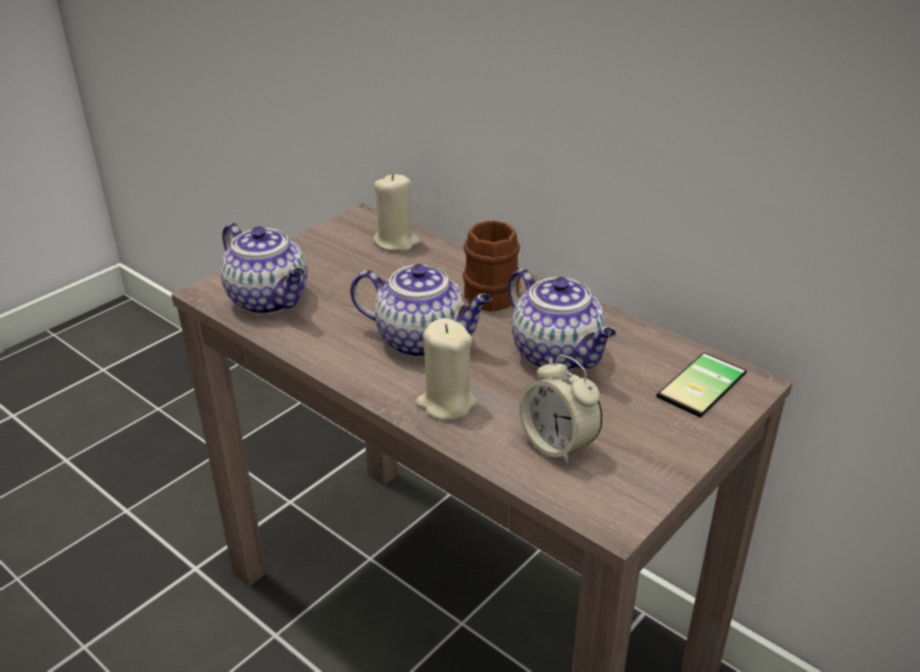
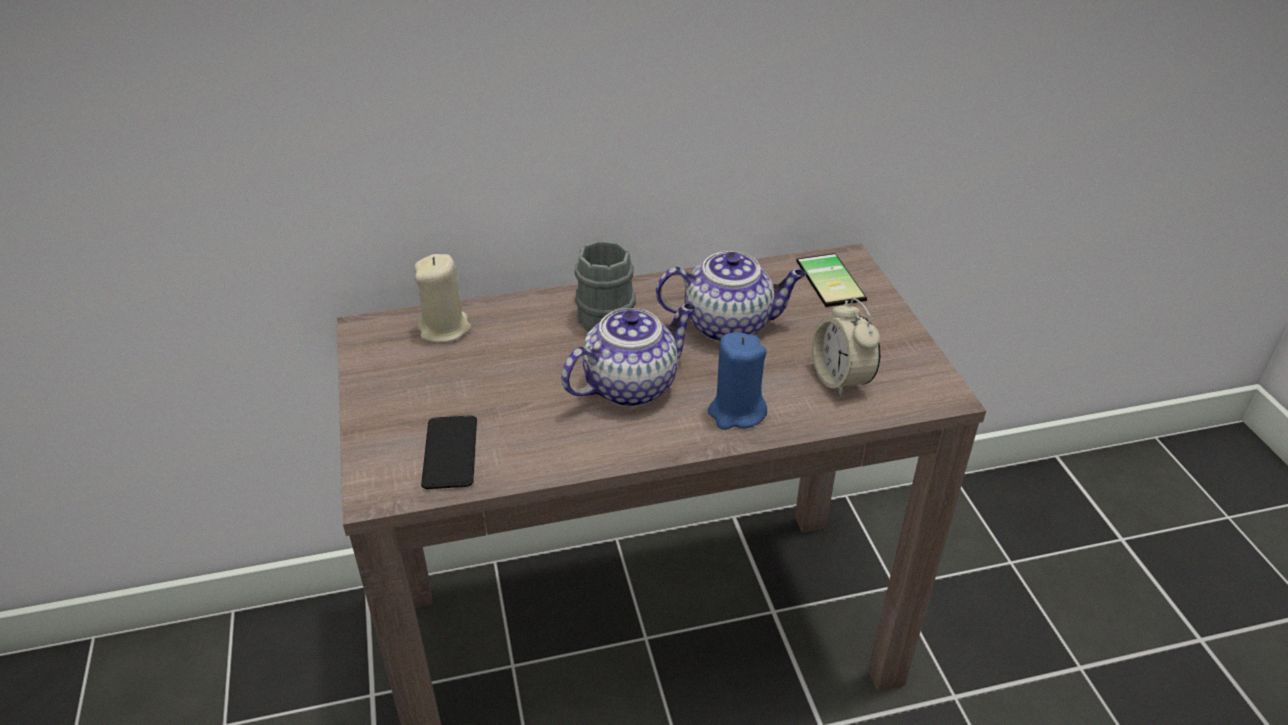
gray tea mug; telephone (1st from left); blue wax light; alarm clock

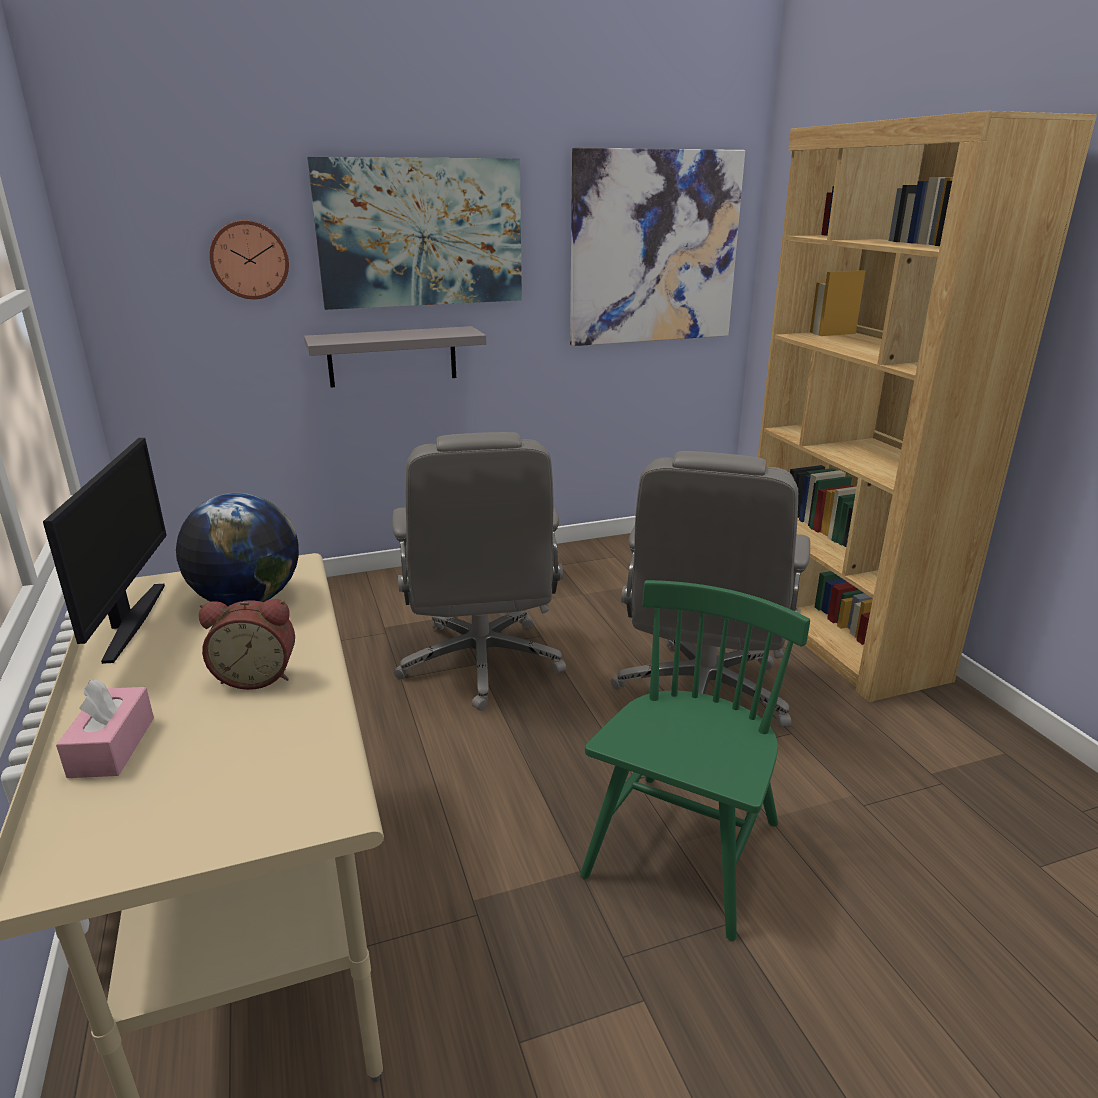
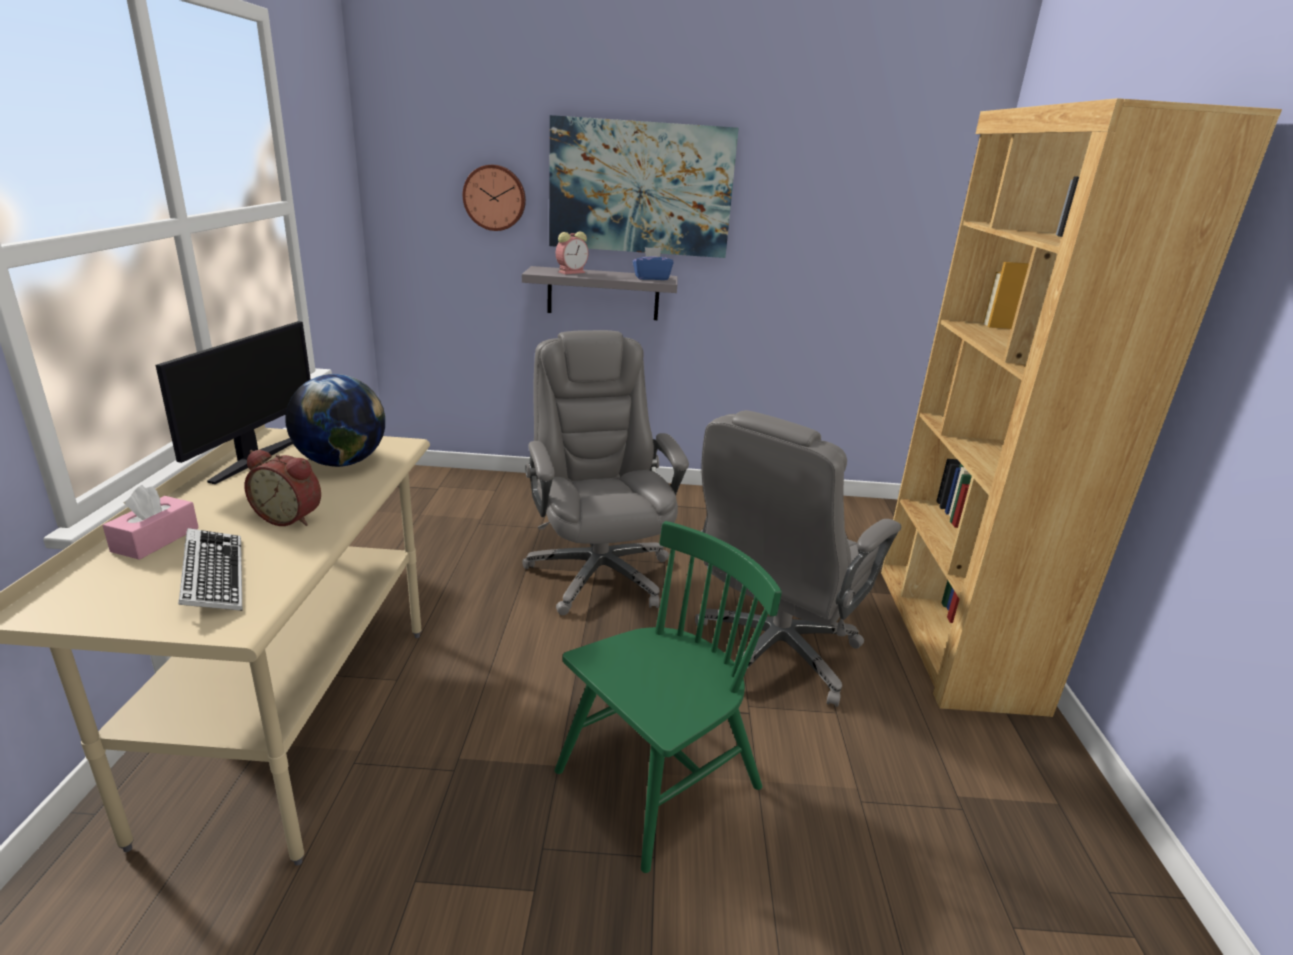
wall art (2nd from left in the first image); gray office chair (1st from left); alarm clock (2nd from left); blue box of tissues; keyboard

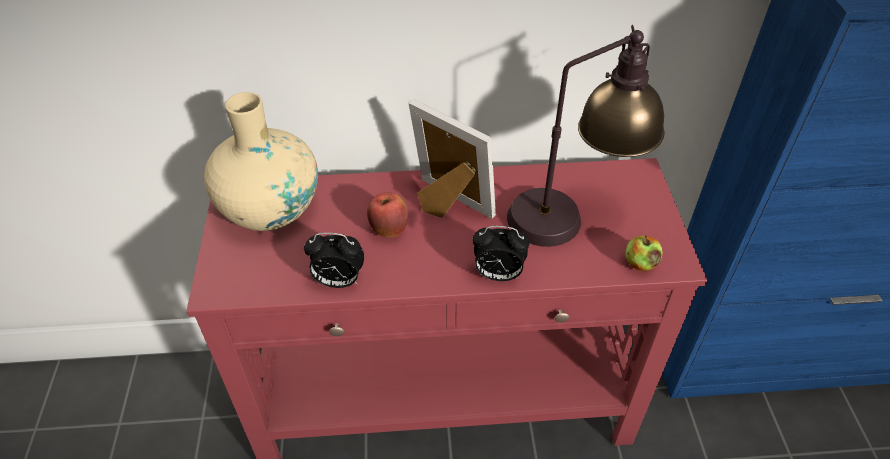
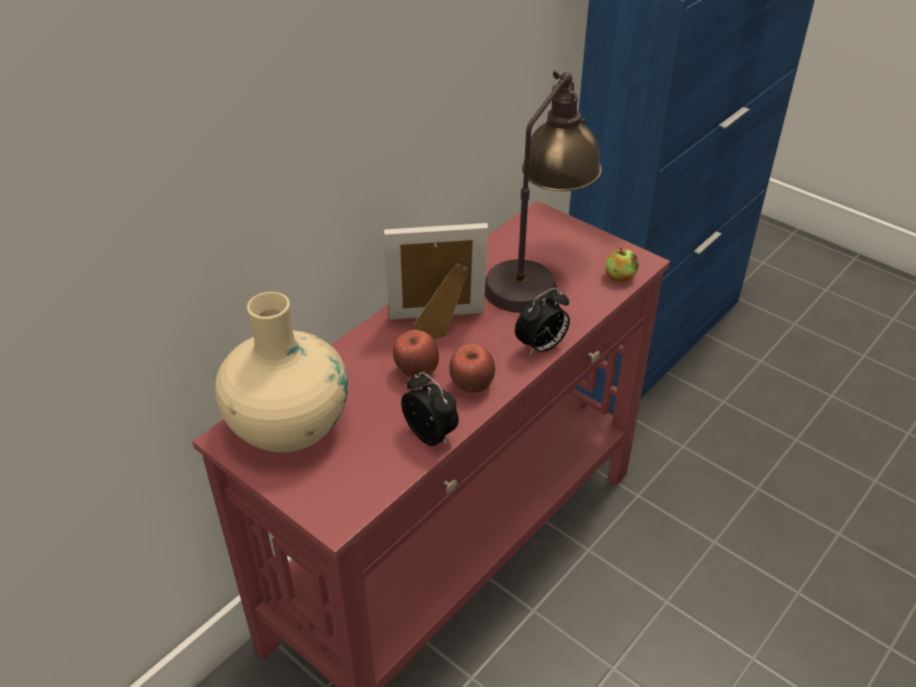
alarm clock (1st from left); whole apple (2nd from left)

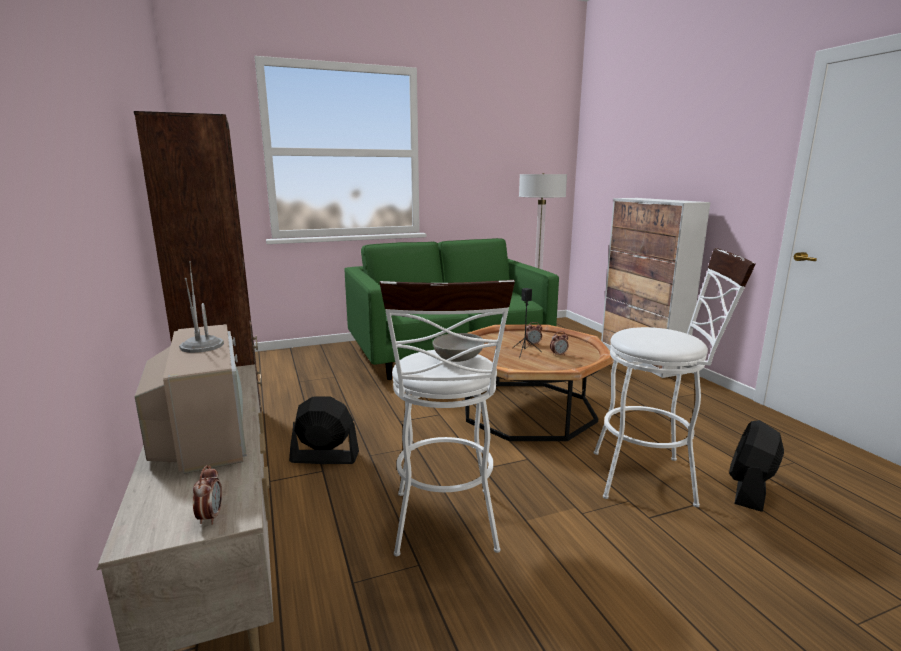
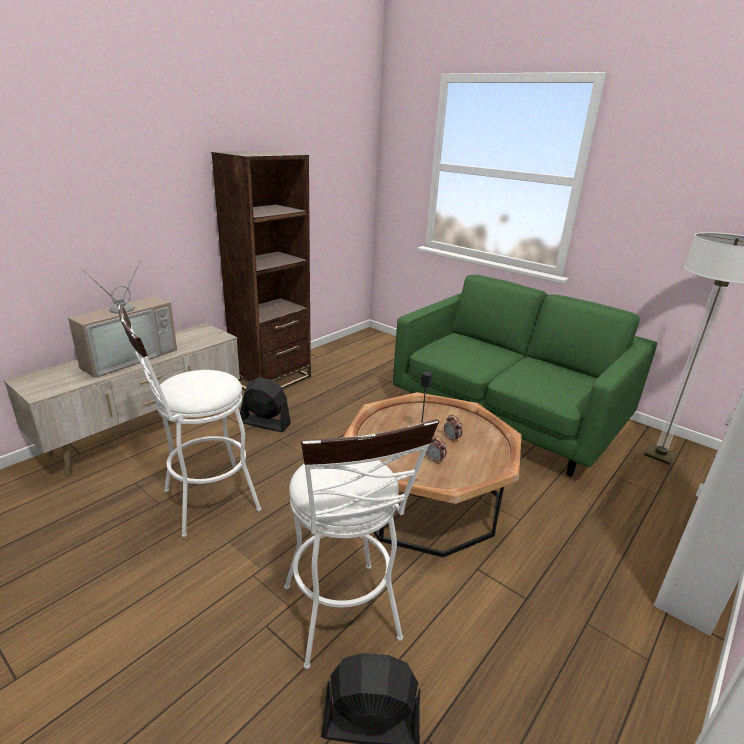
gray deep dish; black-coloured electric fan (1st from left); alarm clock (1st from left in the first image)

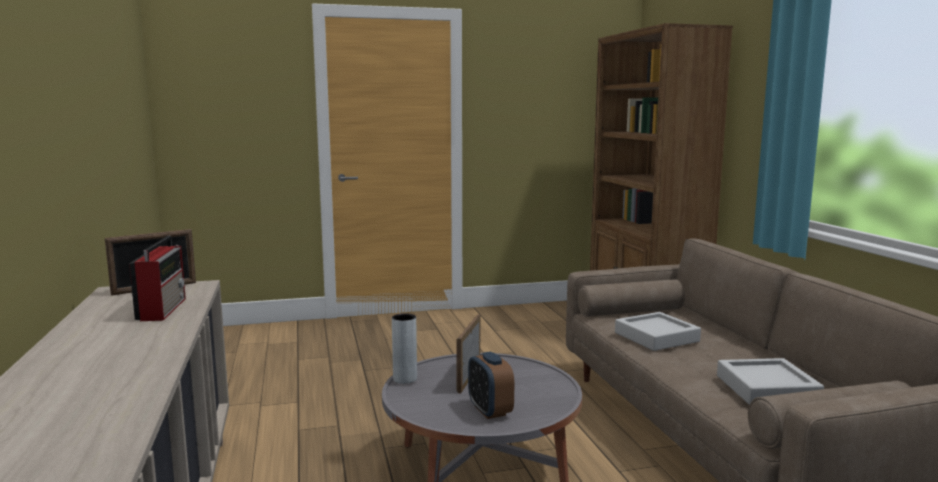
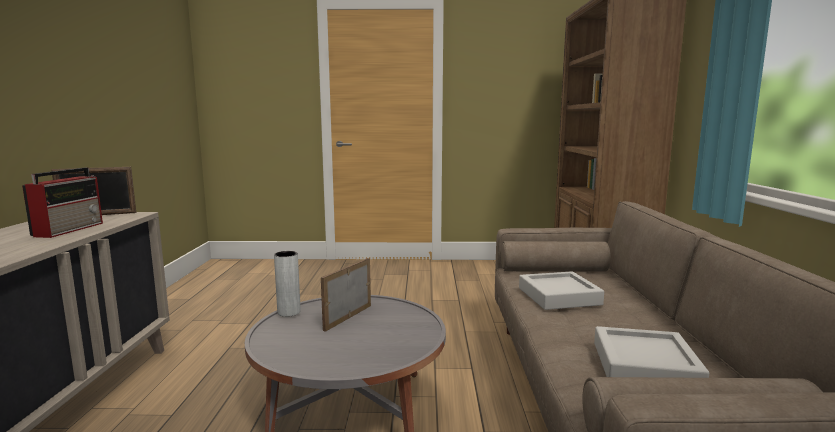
alarm clock

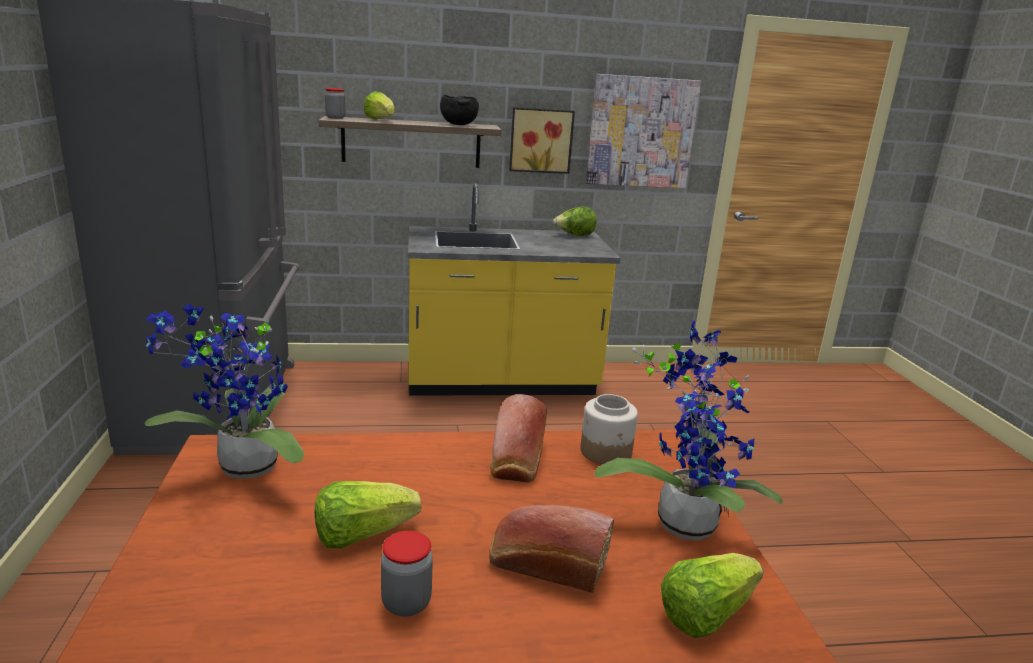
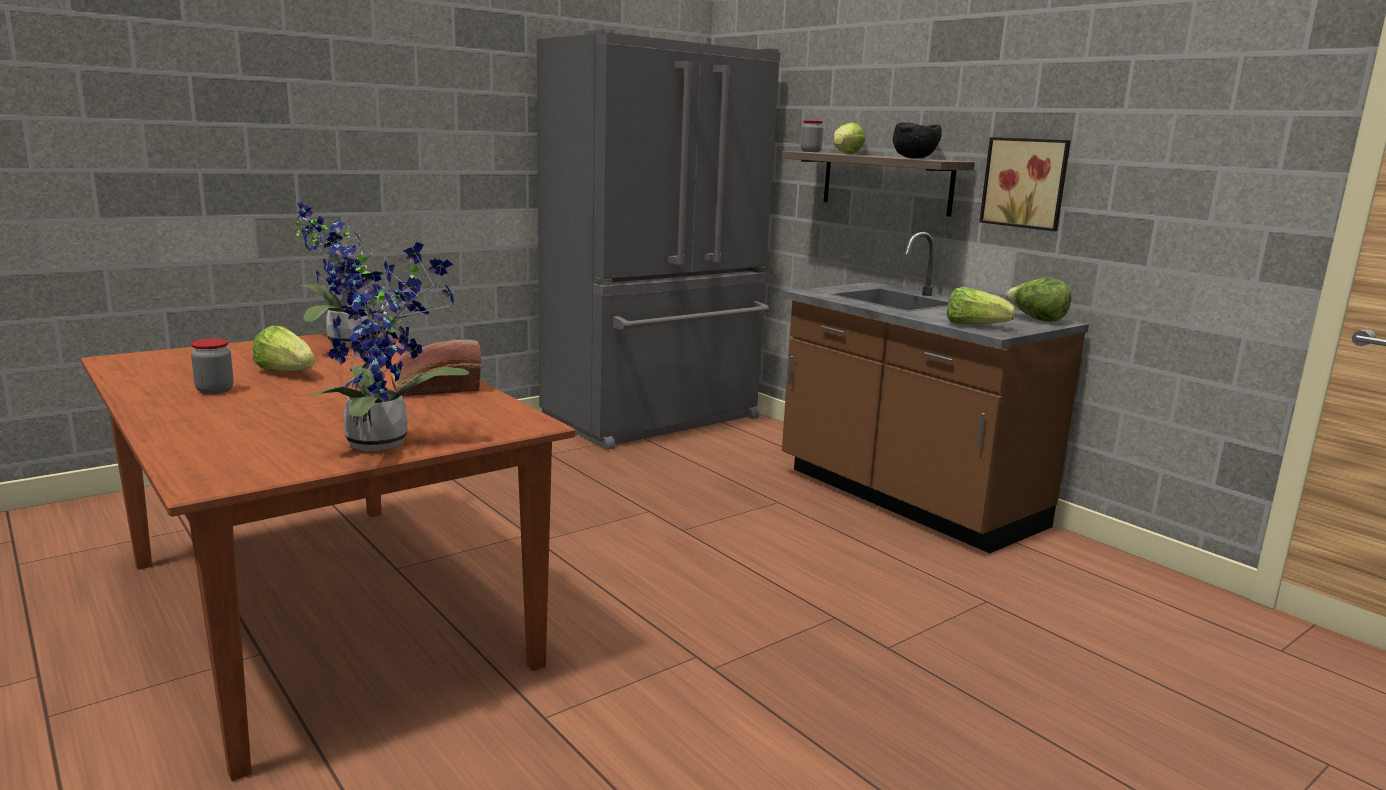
wall art (2nd from left in the first image); brownish kitchen counter; storage jar (3rd from left in the first image); bread (2nd from left in the first image); head of lettuce (3rd from left)

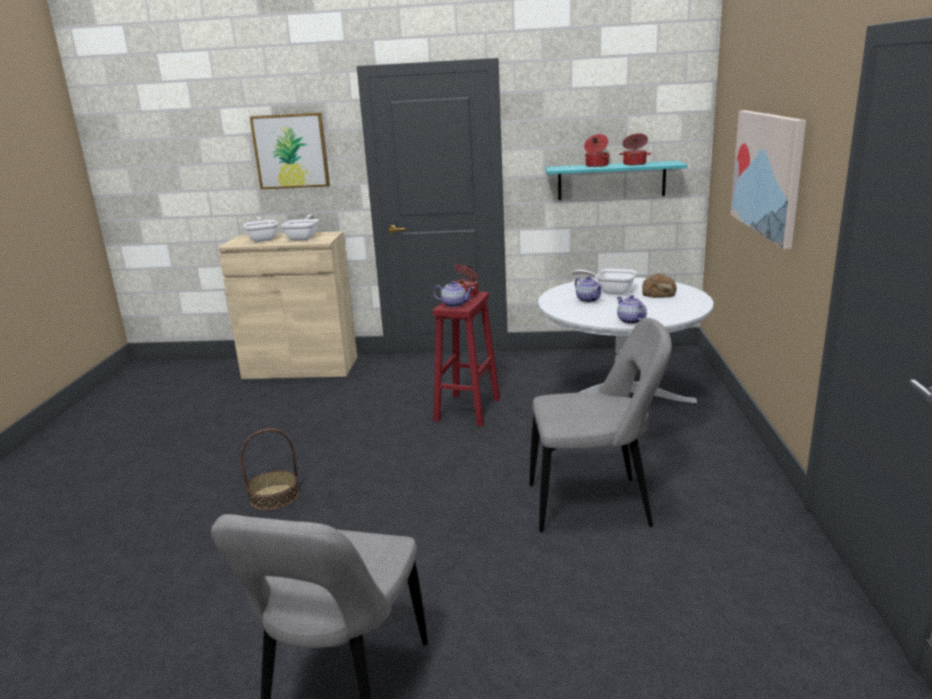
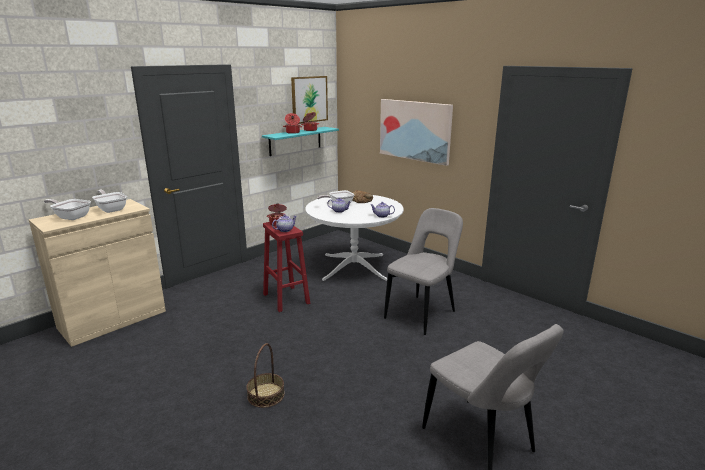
wall art (1st from left)

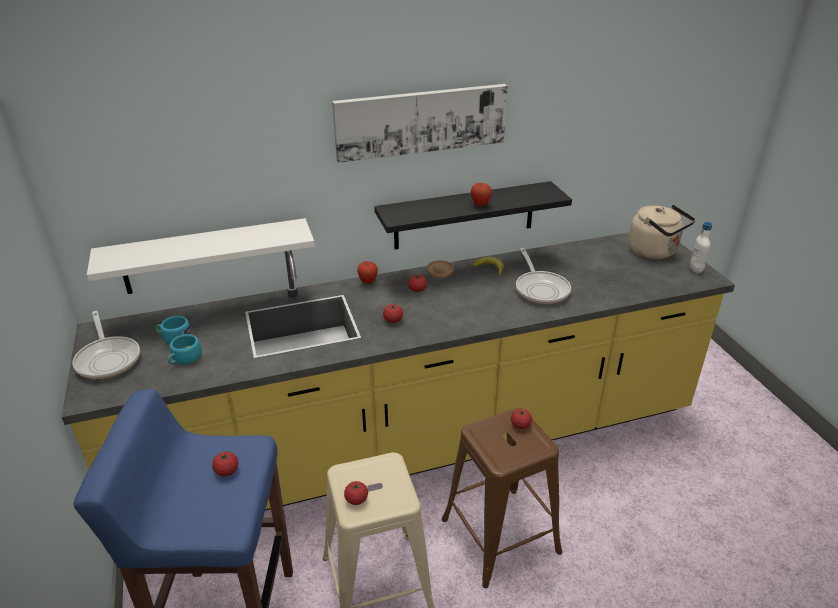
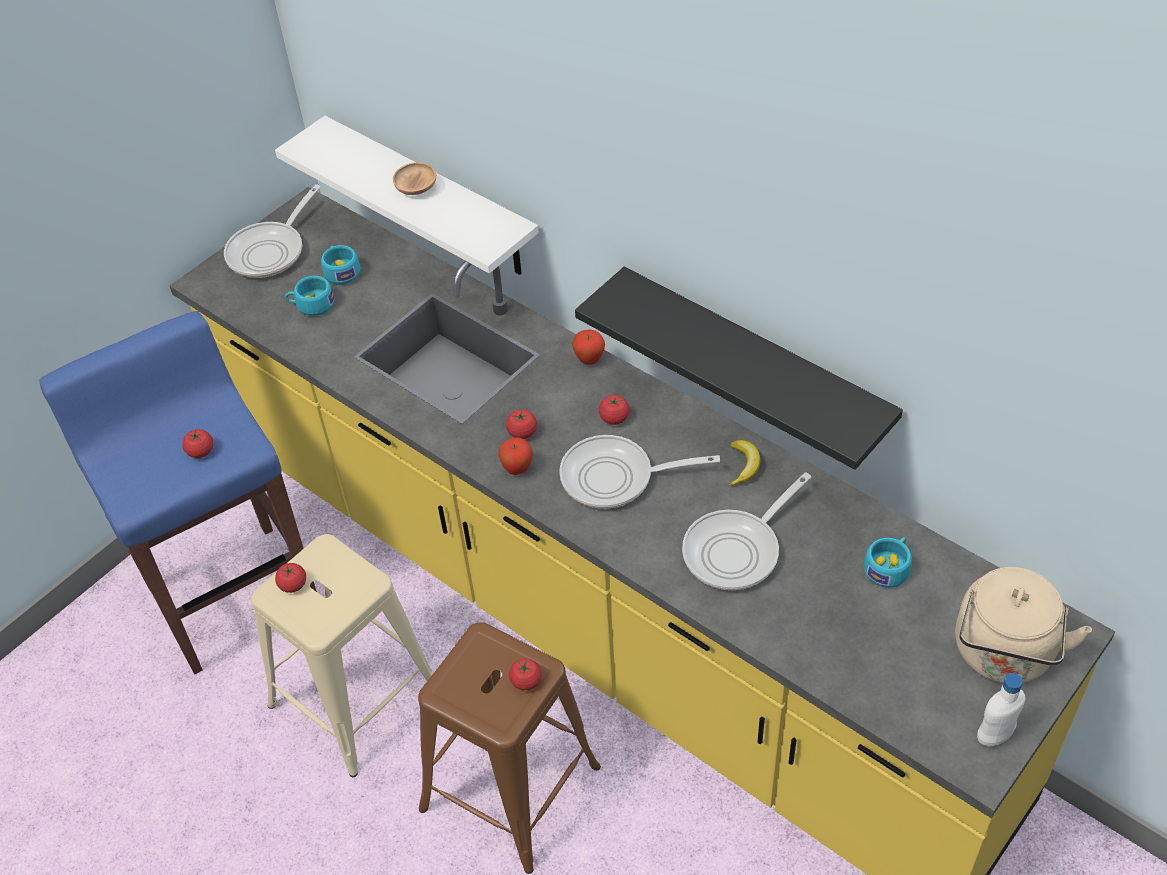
wall art; whole apple (1st from left); brownish deep dish; skillet (2nd from left); turquoise-coloured drinking cup (3rd from left)

